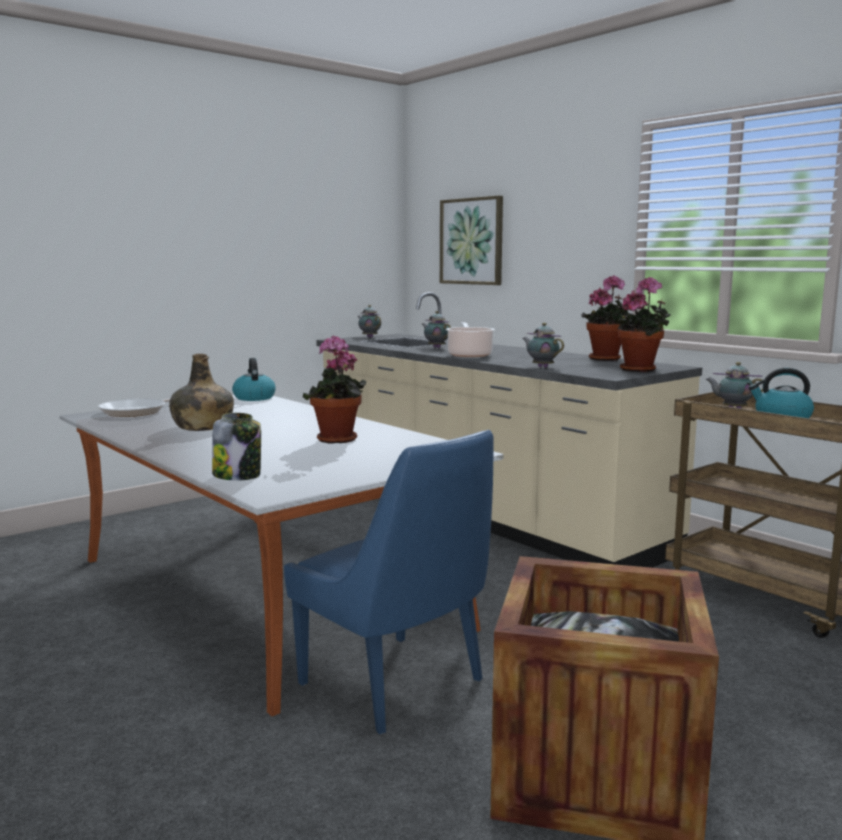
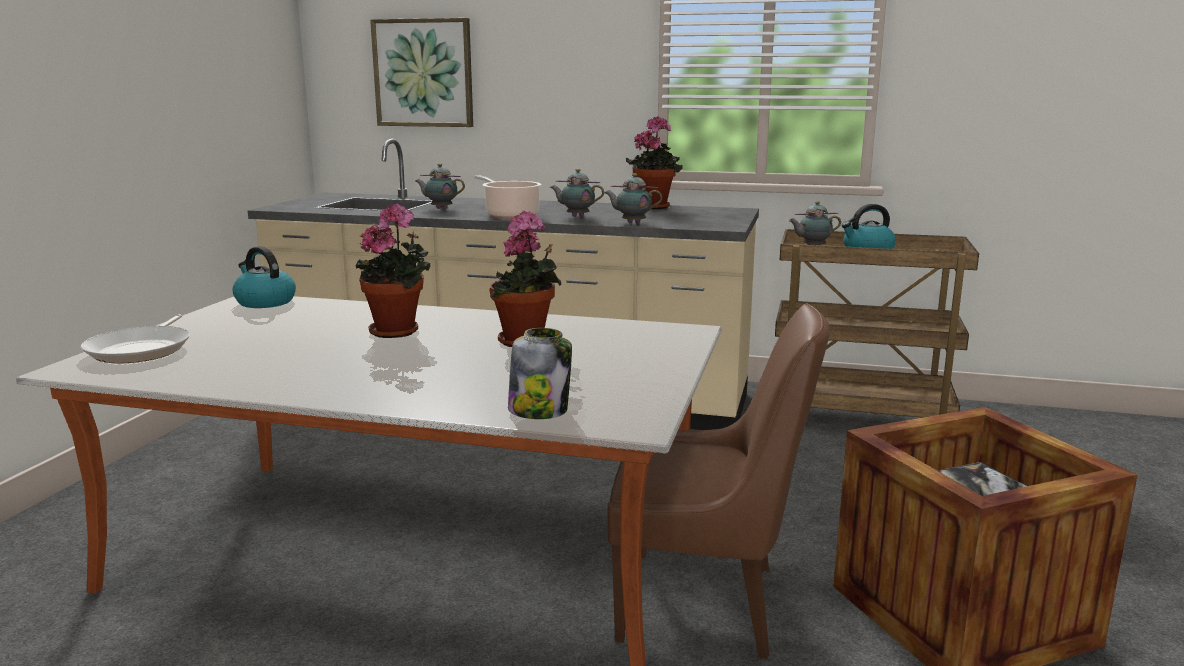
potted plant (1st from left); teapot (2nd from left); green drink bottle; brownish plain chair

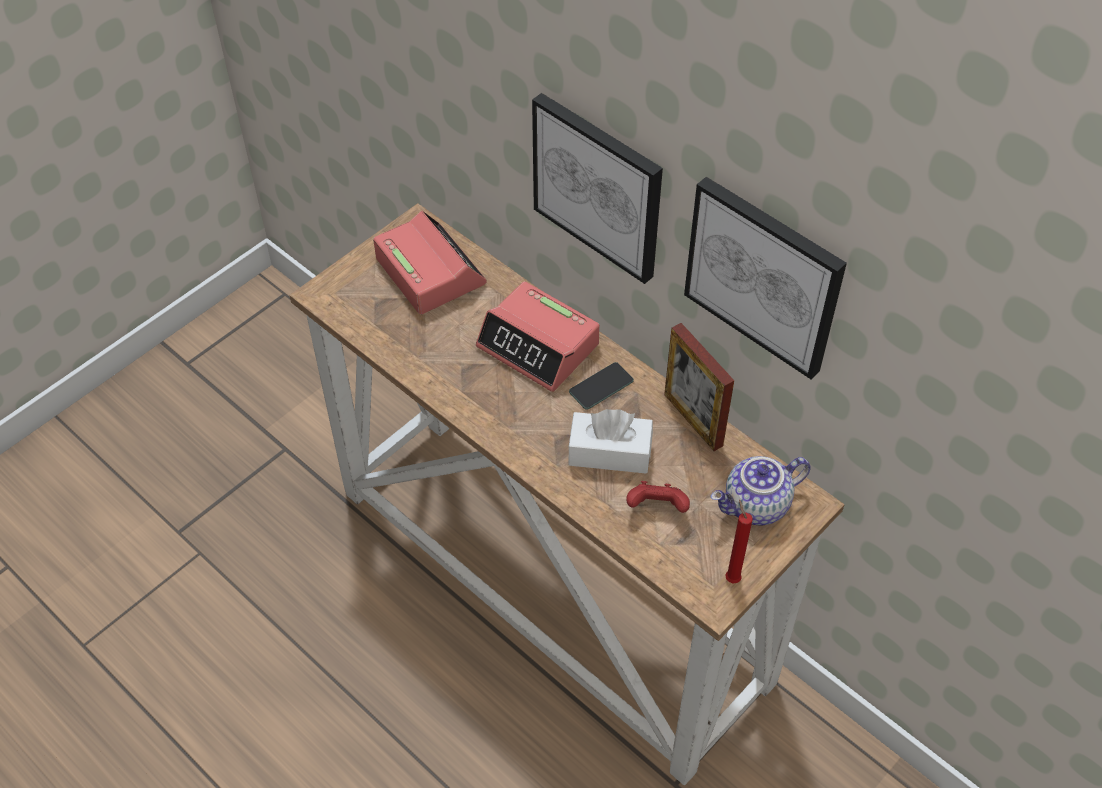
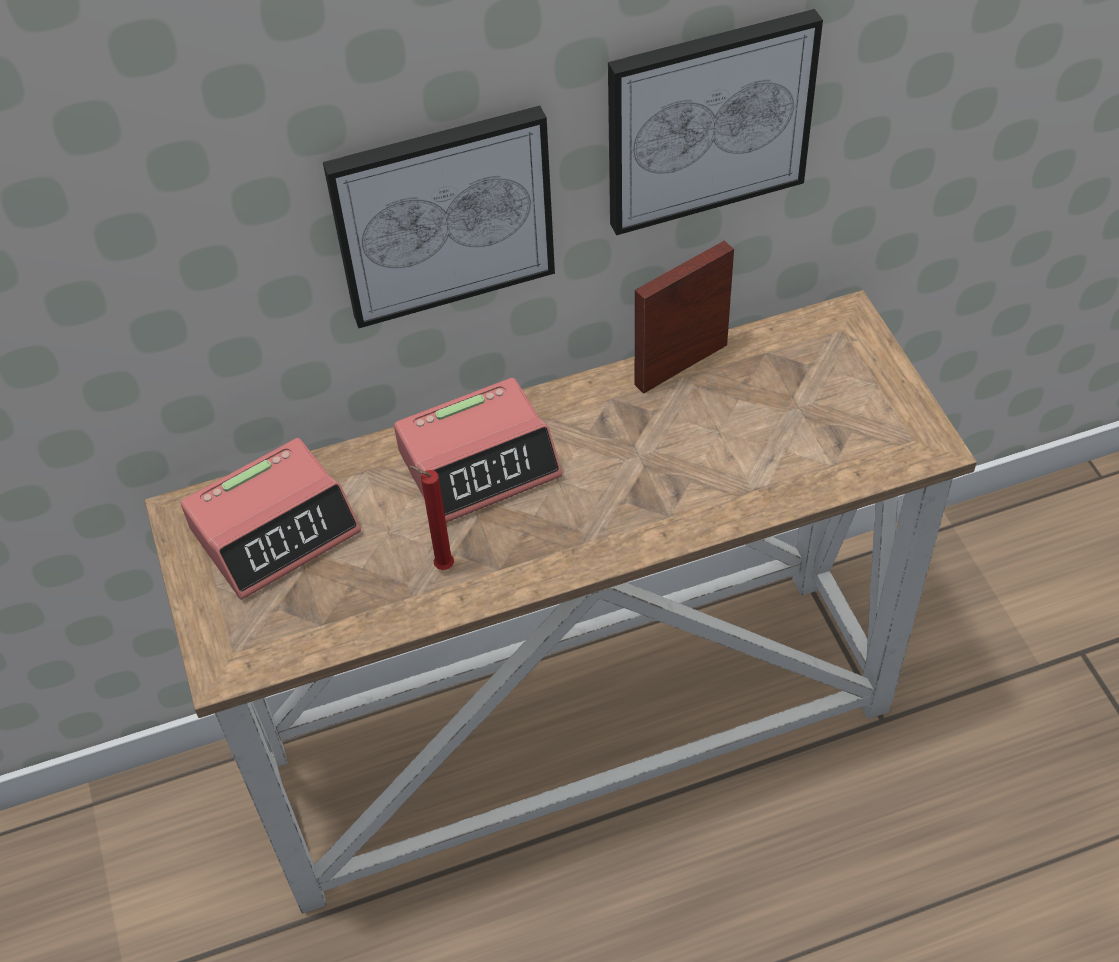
alarm clock (1st from left); standing frame; telephone; white box of tissues; teapot; red-coloured gamepad; red-coloured wax light

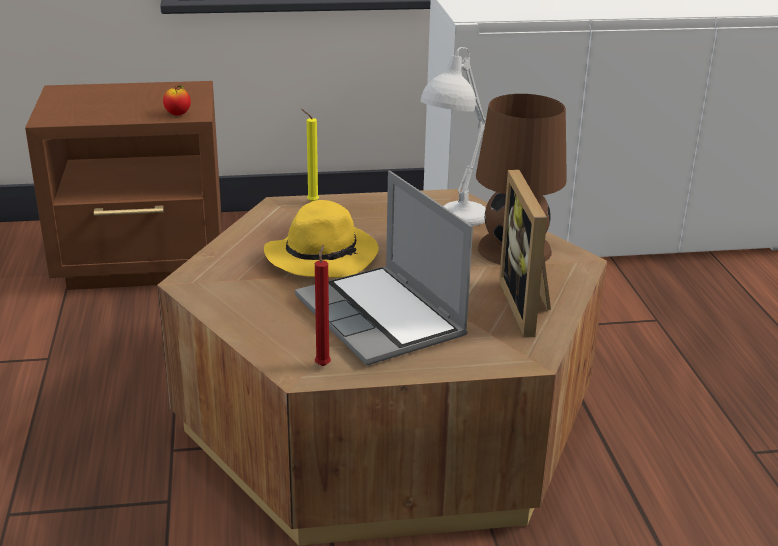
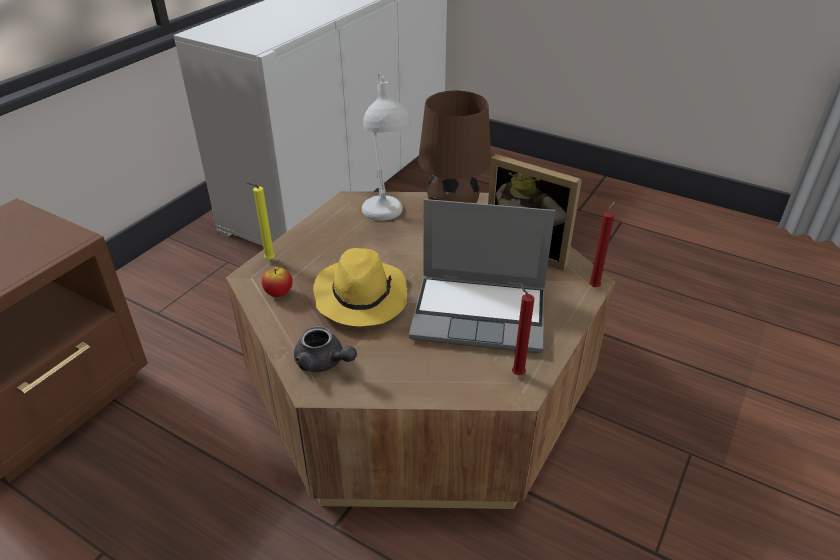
whole apple; red-coloured wax light (2nd from left); gray teapot

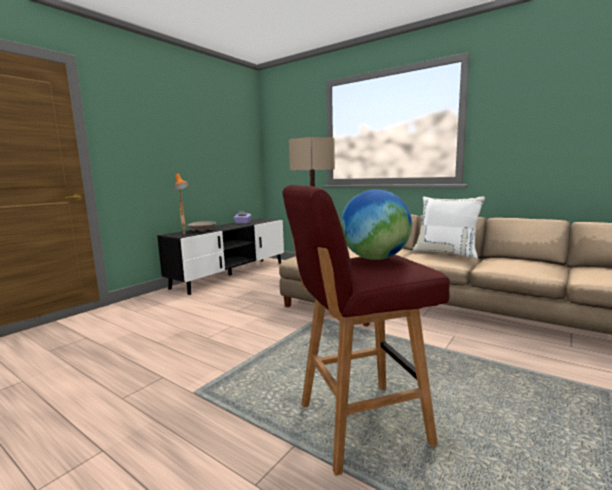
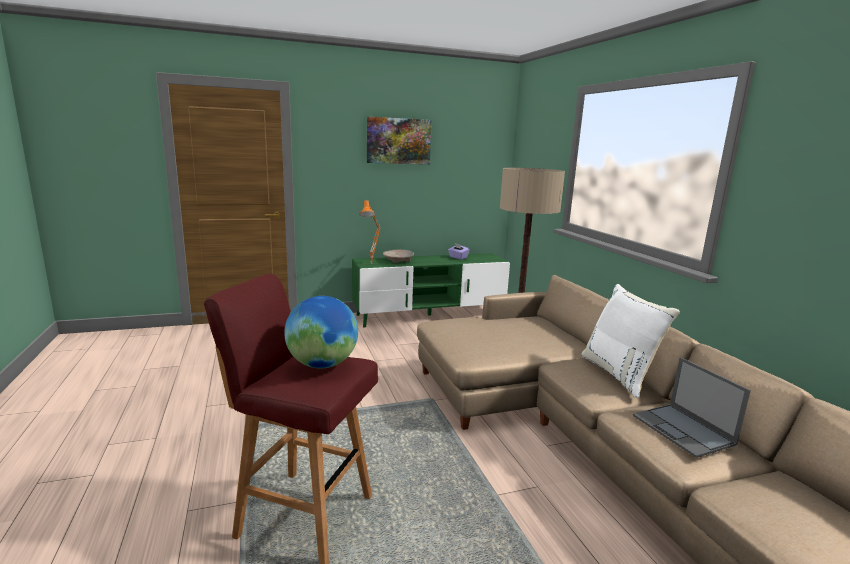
green tv unit; wall art; laptop

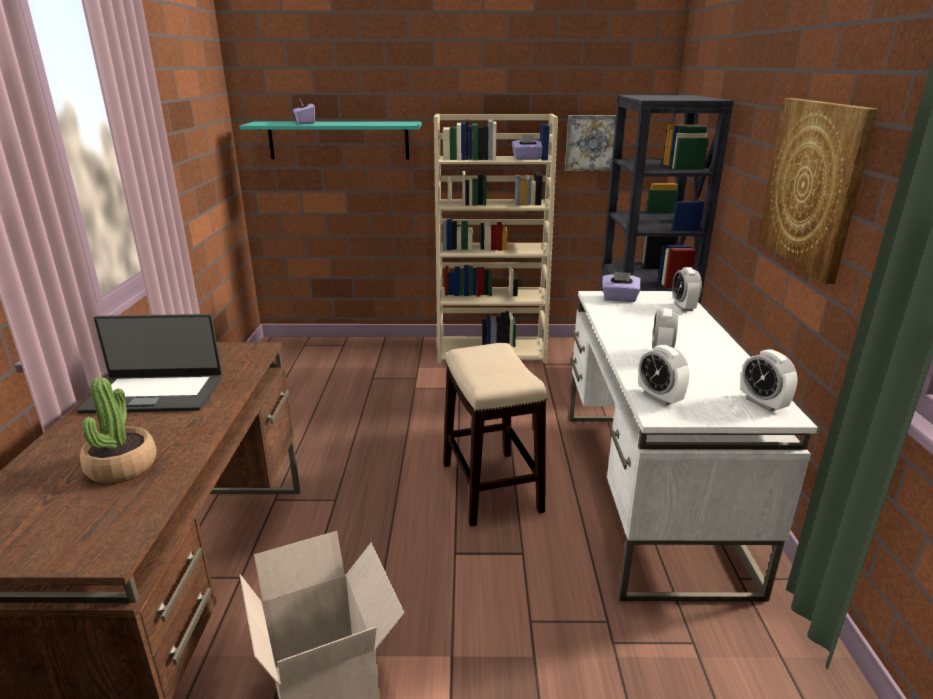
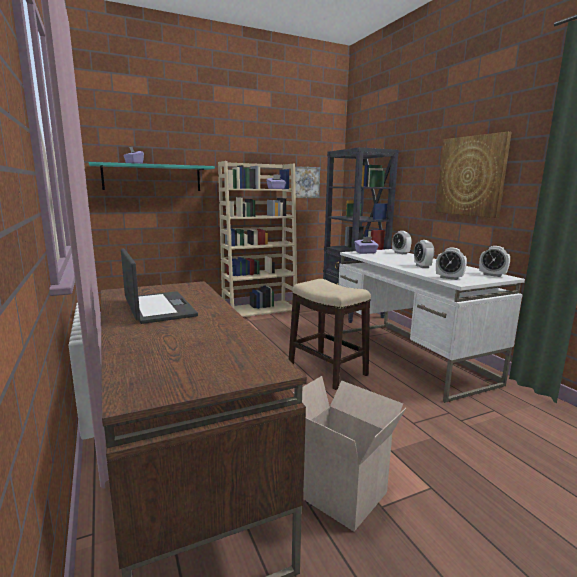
laptop; potted plant

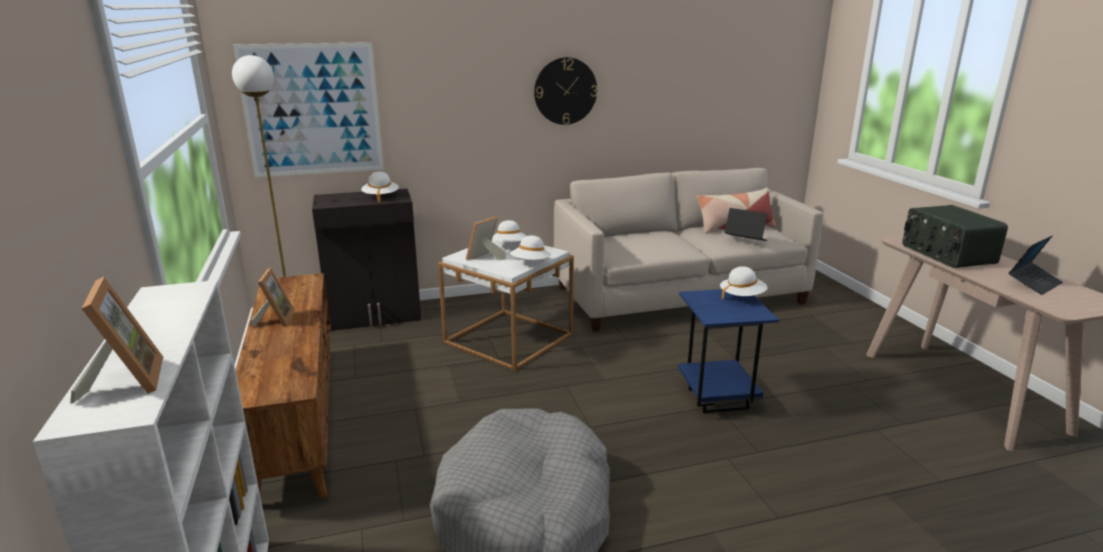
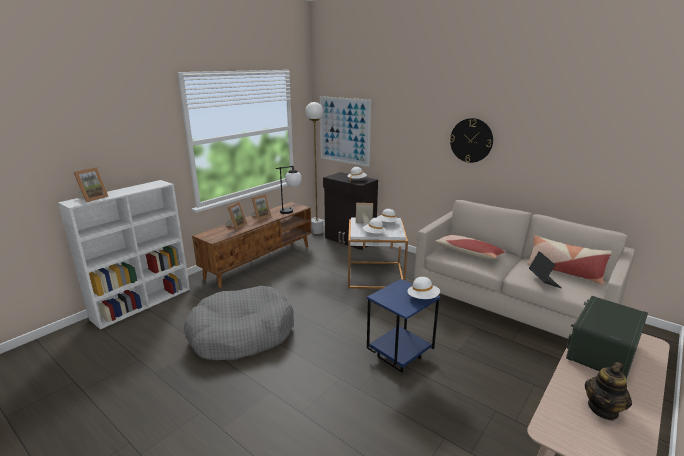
teapot; table lamp; standing frame (2nd from left); pillow (1st from left)

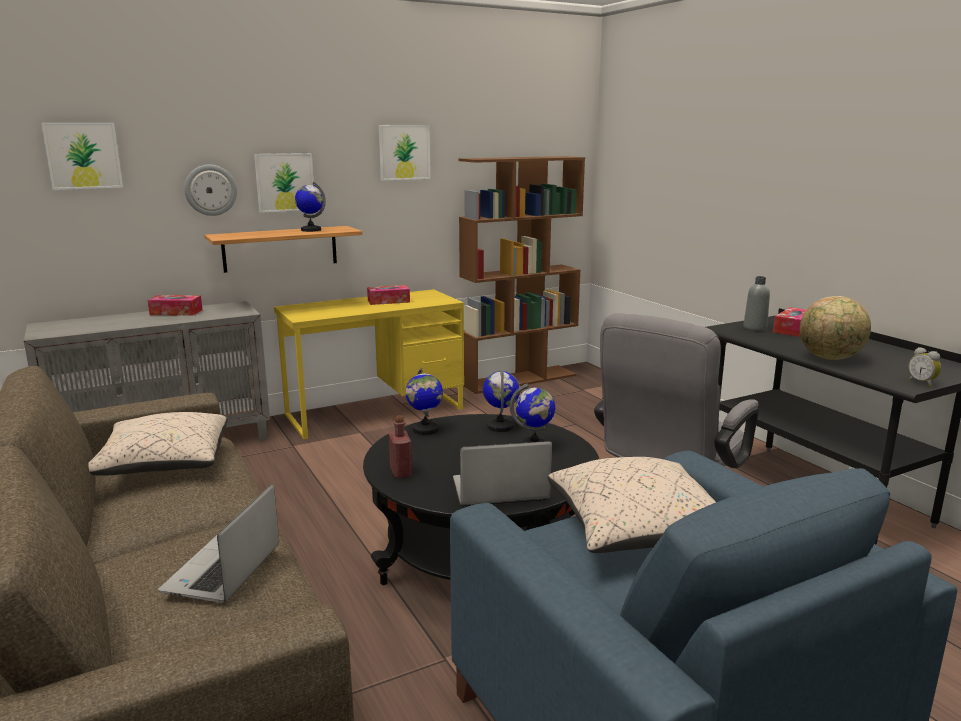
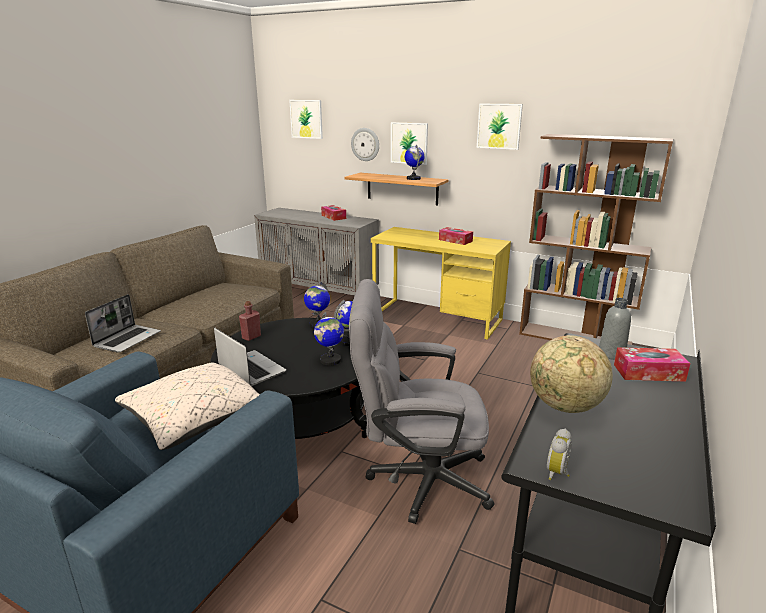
sand-coloured pillow (1st from left in the first image); laptop (1st from left)

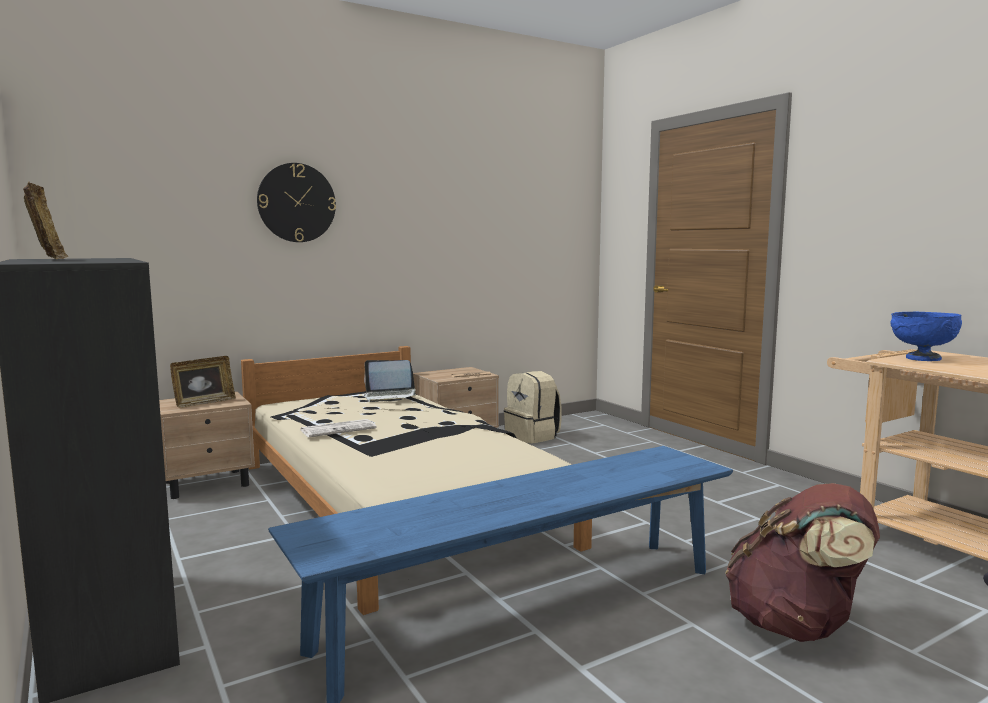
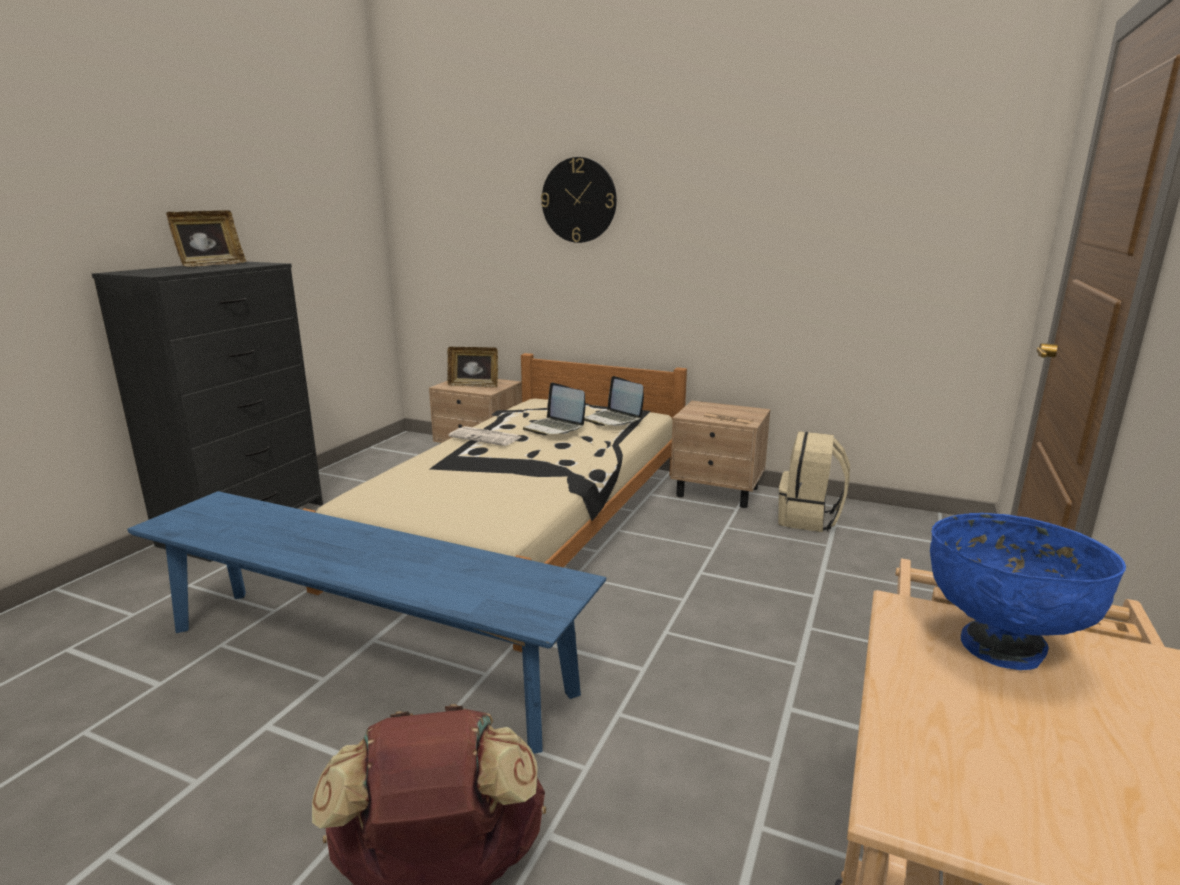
laptop (1st from left)

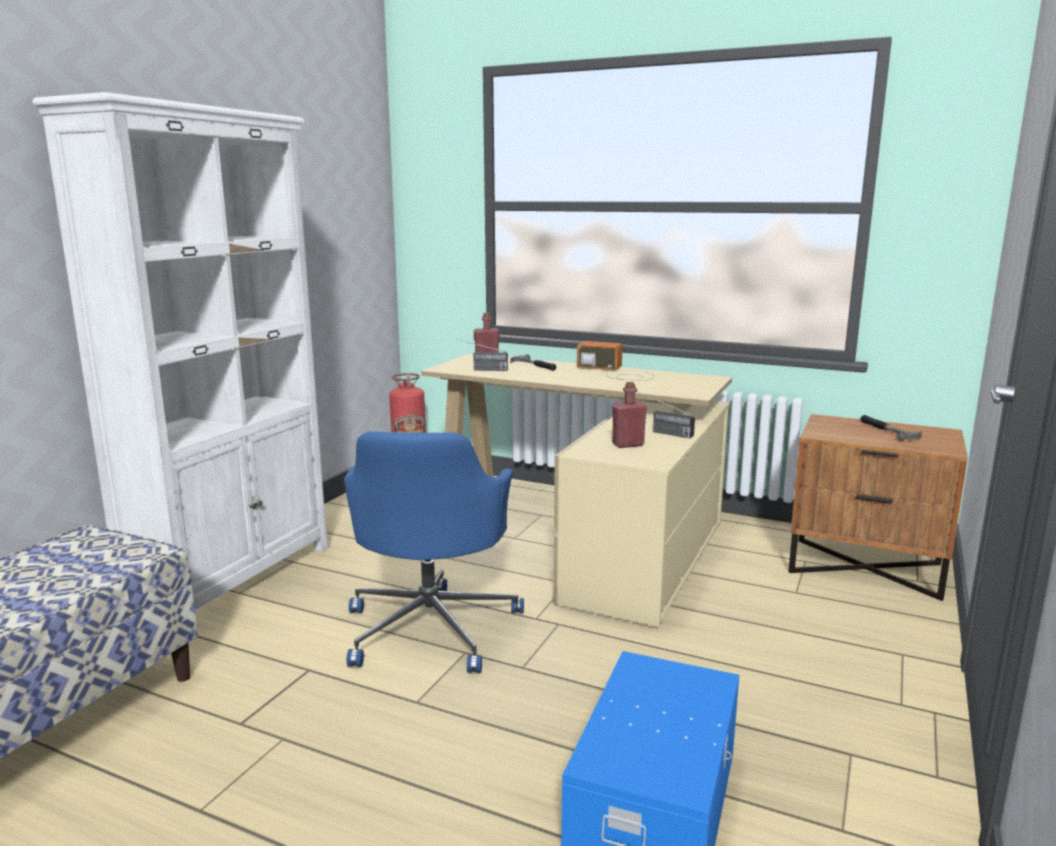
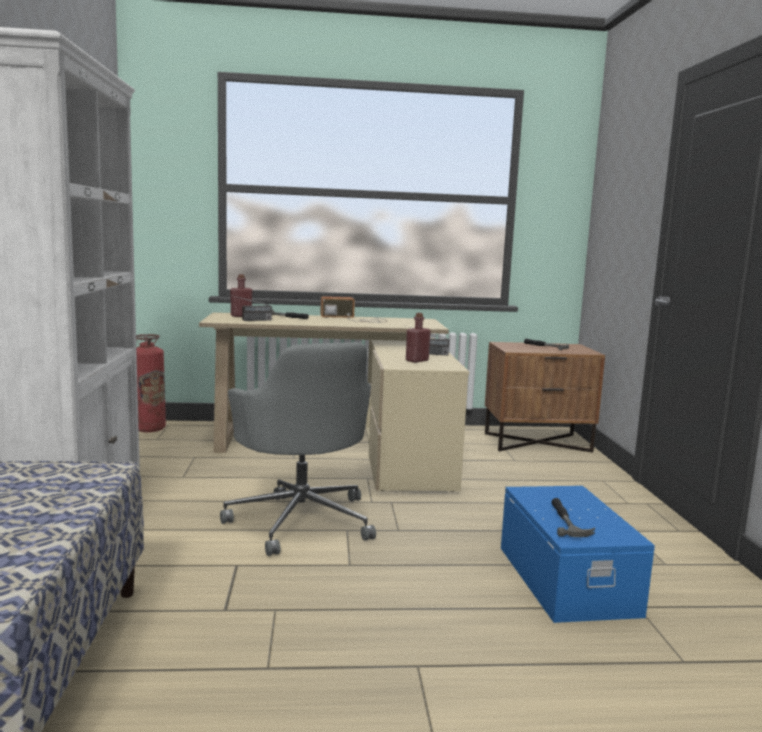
gray office chair; hand hammer (3rd from left)

